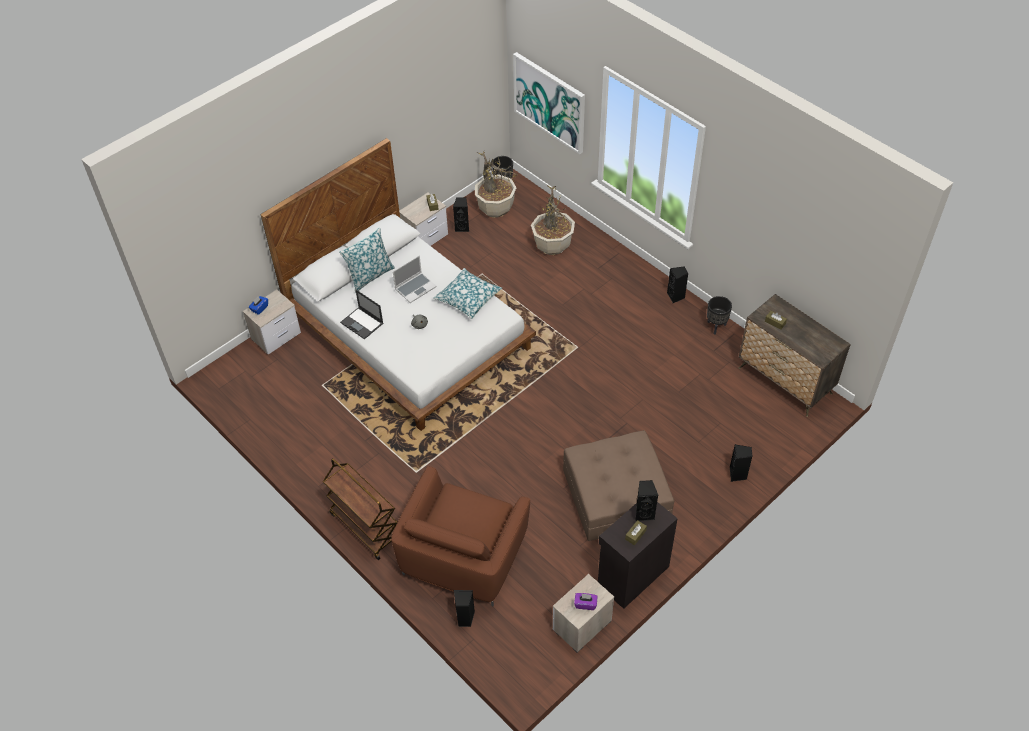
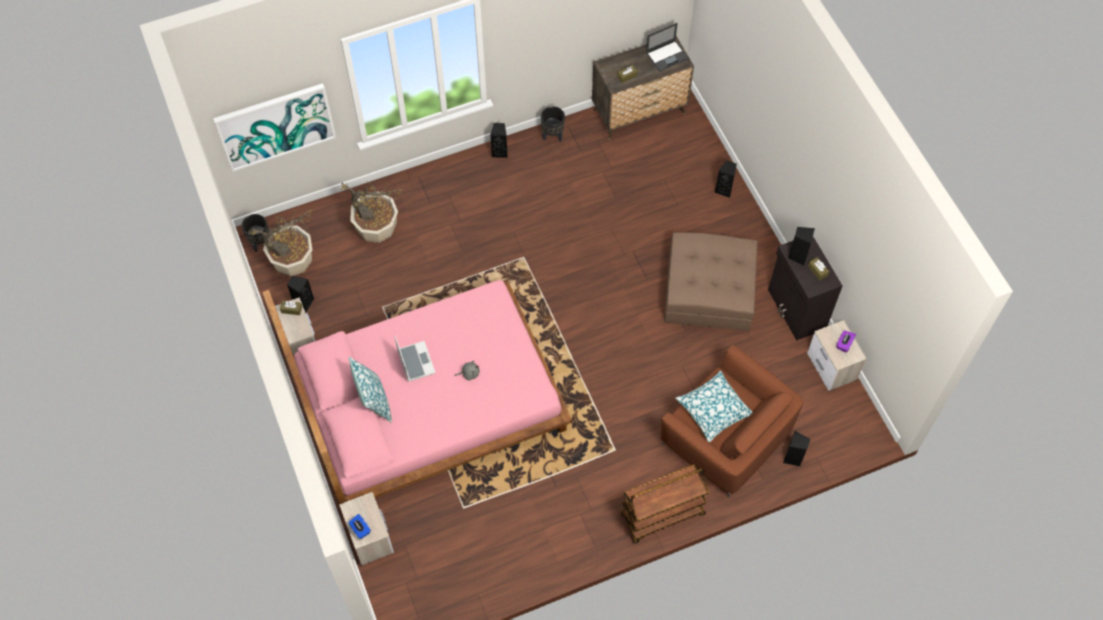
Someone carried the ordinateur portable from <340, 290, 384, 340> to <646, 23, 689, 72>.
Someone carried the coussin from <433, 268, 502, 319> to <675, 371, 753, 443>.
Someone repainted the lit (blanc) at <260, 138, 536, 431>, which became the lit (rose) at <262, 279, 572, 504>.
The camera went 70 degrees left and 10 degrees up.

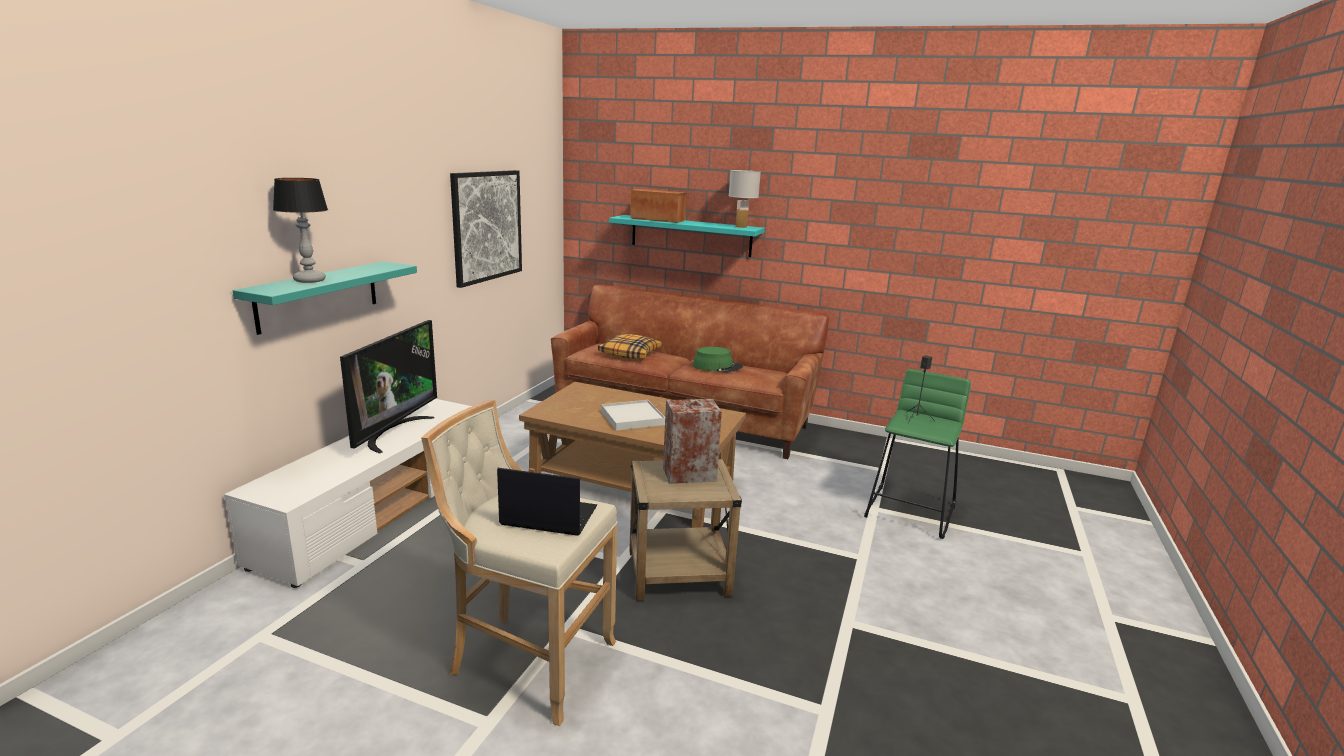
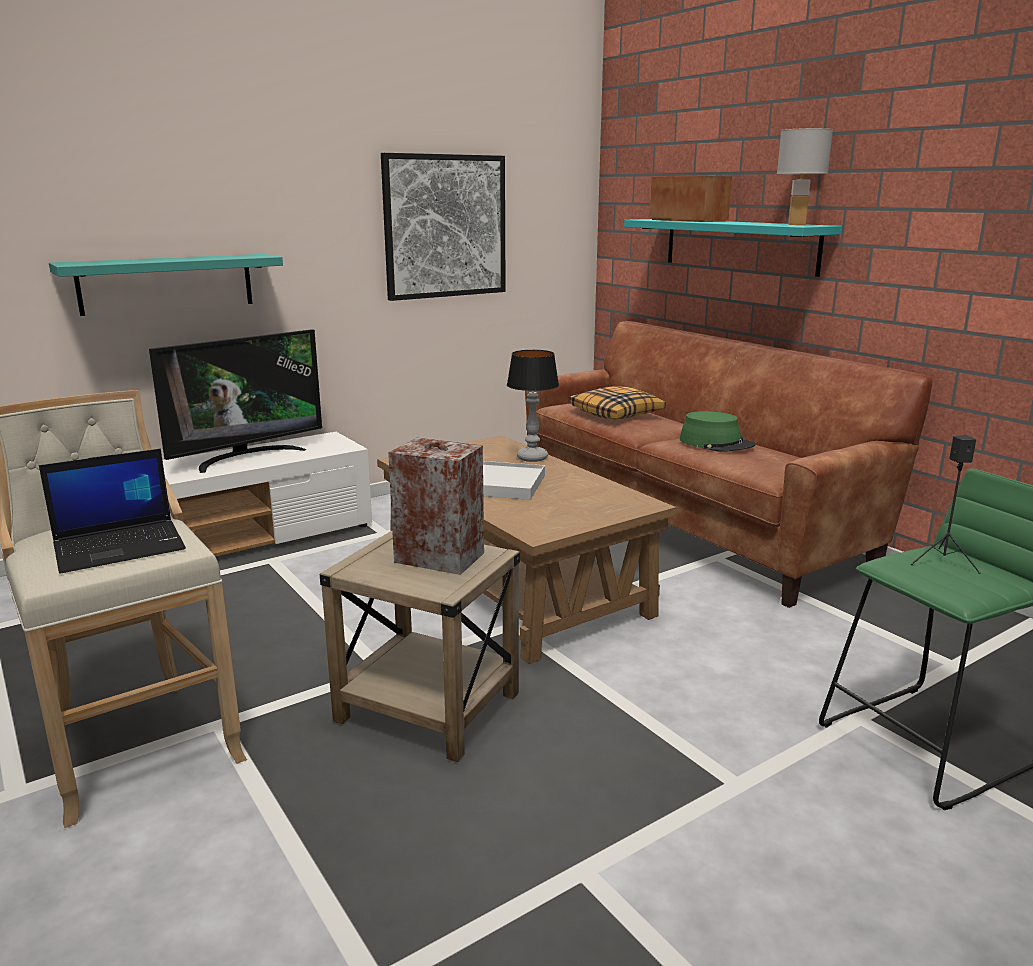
Someone carried the lampe de table from <273, 178, 328, 283> to <507, 350, 559, 462>.
Someone rotated the ordinateur portable at <497, 468, 597, 536> by 105 degrees clockwise.
The camera went 35 degrees right and 0 degrees up.

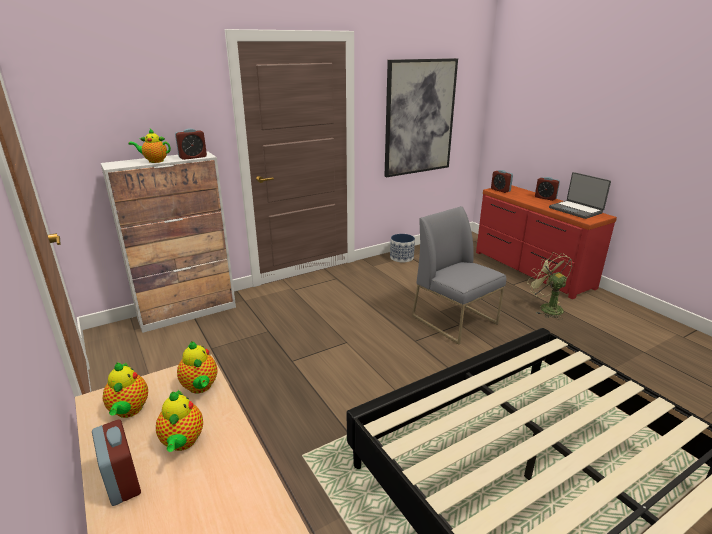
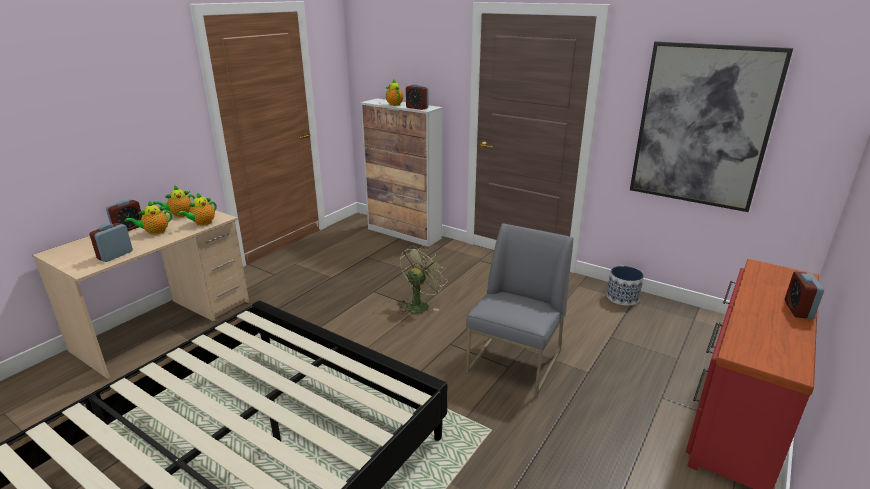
Someone took away the ordinateur portable at <549, 172, 611, 219>.
Someone carried the réveil from <491, 170, 513, 193> to <89, 223, 133, 262>.
Someone carried the ventilateur (vert) from <527, 252, 572, 319> to <397, 245, 448, 314>.
The camera went 65 degrees right and 0 degrees up.

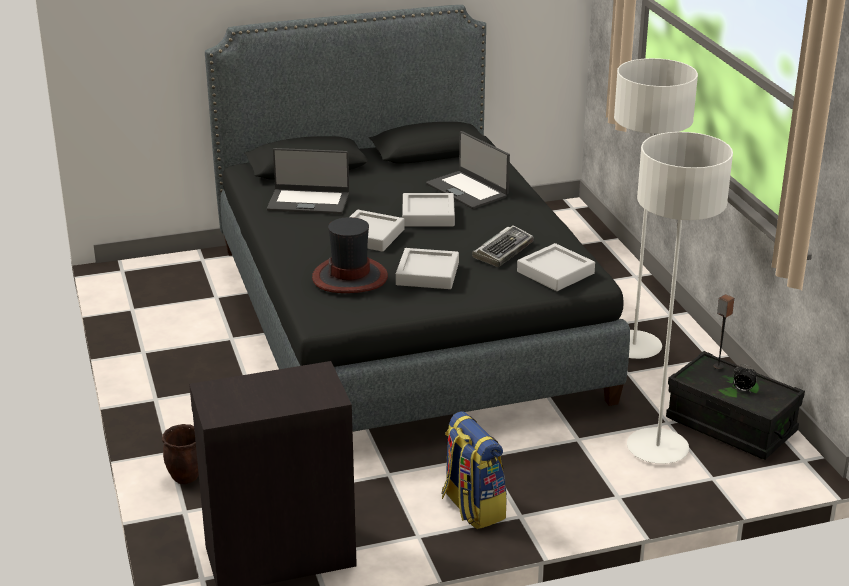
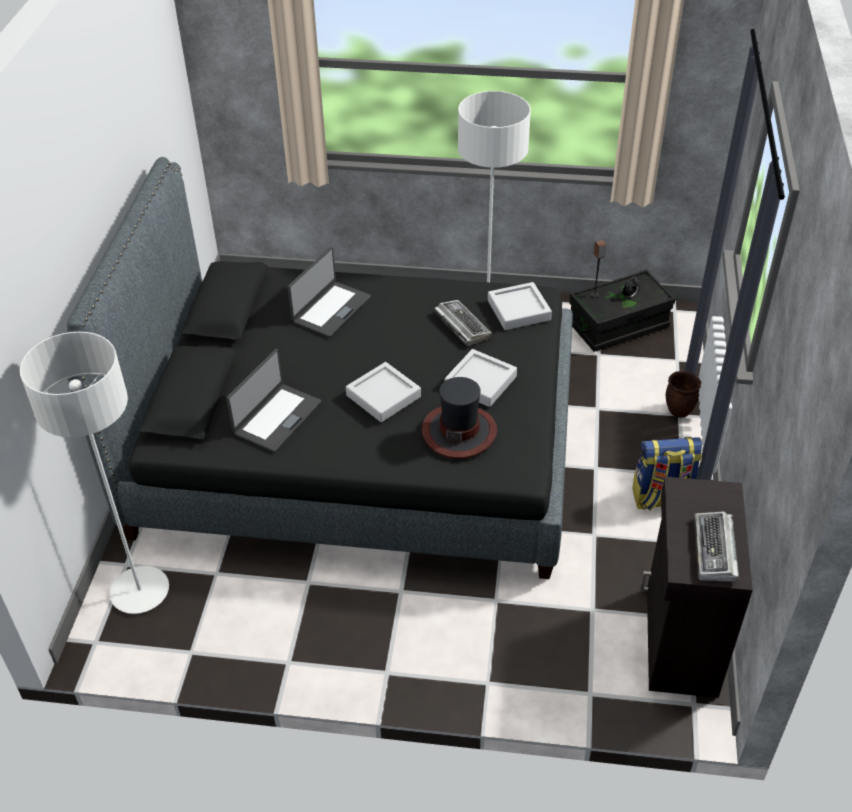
Someone took away the plateau (gris) at <402, 193, 455, 226>.
Someone put down the clavier at <694, 511, 739, 582>.
Someone carried the cache-pot (marron) from <162, 424, 199, 484> to <665, 371, 701, 418>.
Someone carried the lampadaire (blanc) from <627, 132, 733, 464> to <20, 332, 169, 614>.
Someone rotated the ordinateur portable at <426, 131, 510, 209> by 45 degrees counterclockwise.
The camera went 65 degrees left and 15 degrees up.

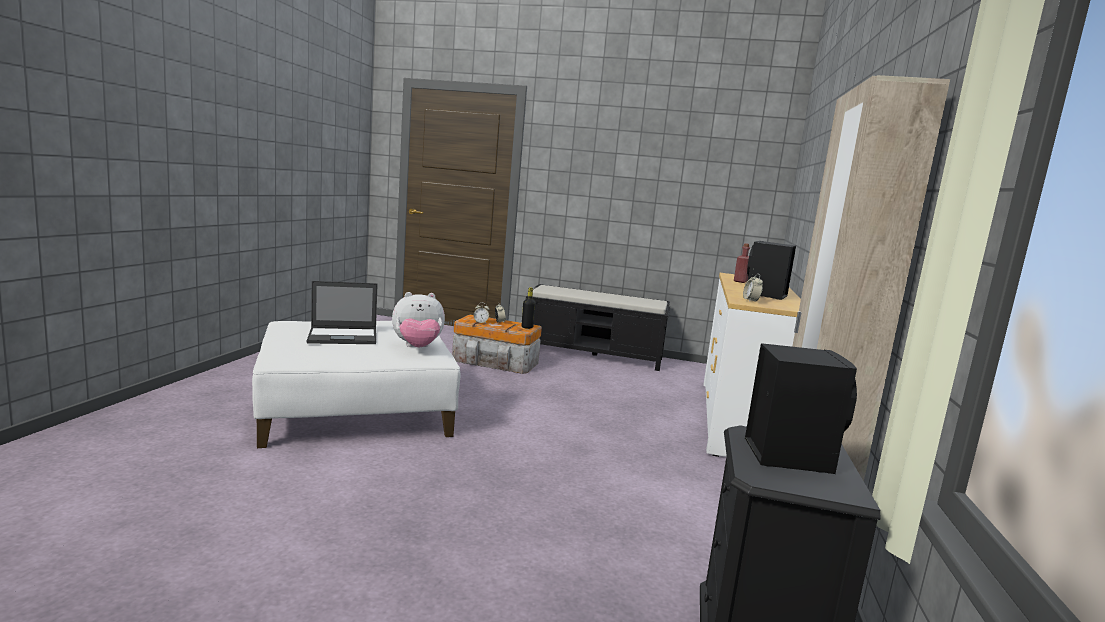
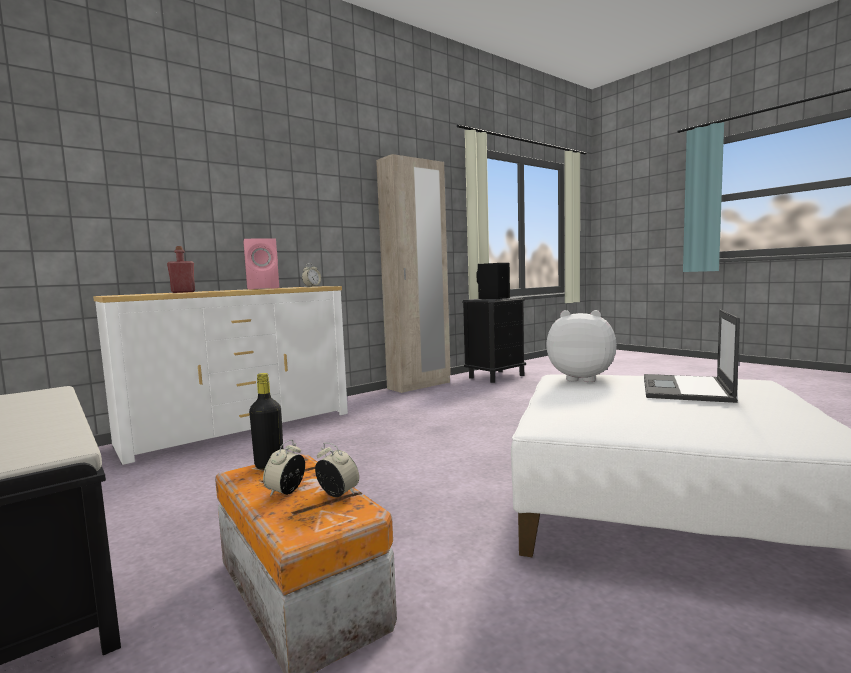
Someone repainted the enceinte (noir) at <747, 241, 796, 300>, which became the enceinte (rose) at <243, 238, 279, 289>.
Someone rotated the ordinateur portable at <307, 281, 378, 344> by 90 degrees counterclockwise.
The camera went 140 degrees left and 5 degrees down.

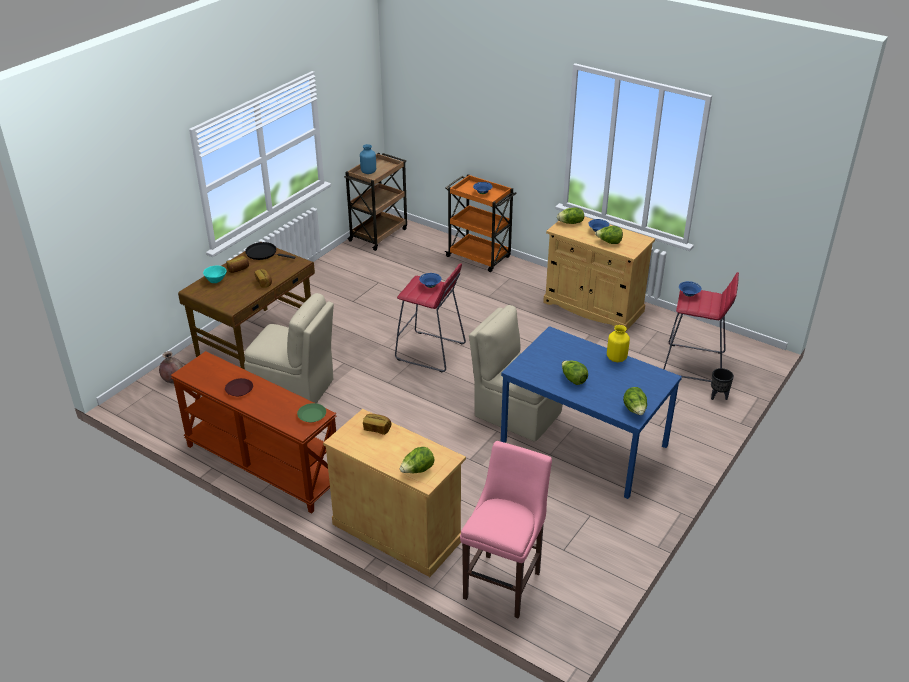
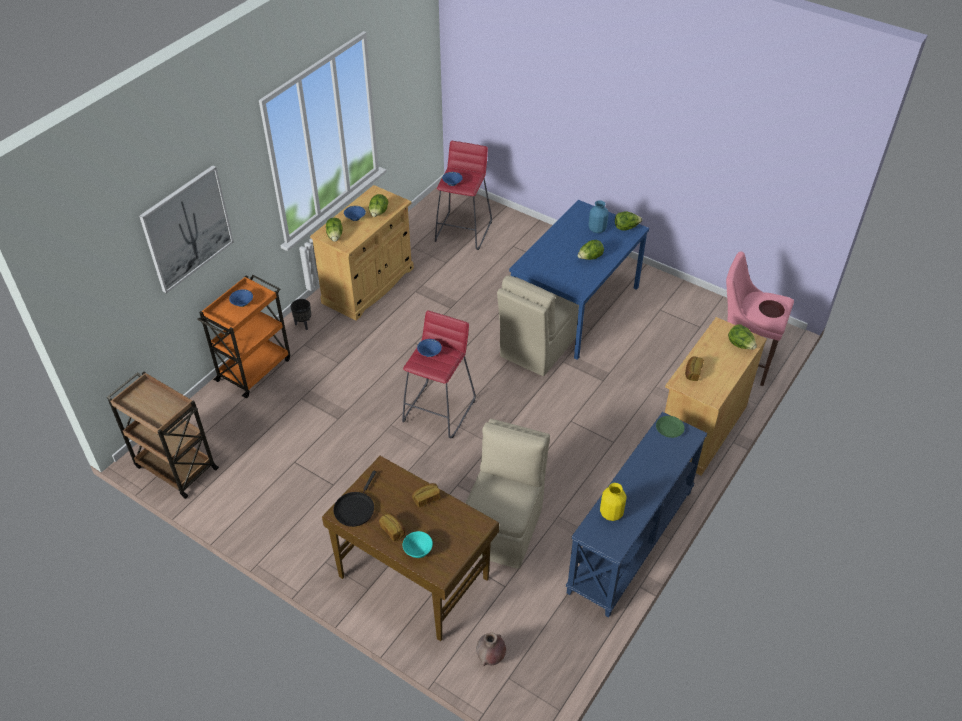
Someone put up the tableau at <139, 165, 234, 293>.
Someone carried the assiette (marron) from <225, 378, 253, 396> to <759, 300, 785, 318>.
Someone carried the vase (bleu) from <360, 144, 376, 174> to <589, 200, 609, 233>.
Someone carried the vase (jaune) from <607, 325, 630, 362> to <600, 483, 626, 521>.
Someone carried the cache-pot (noir) from <711, 368, 734, 400> to <290, 299, 311, 330>.
Someone repainted the table console (marron) at <171, 351, 336, 514>, which became the table console (bleu) at <566, 412, 708, 617>.
The camera went 90 degrees left and 10 degrees up.

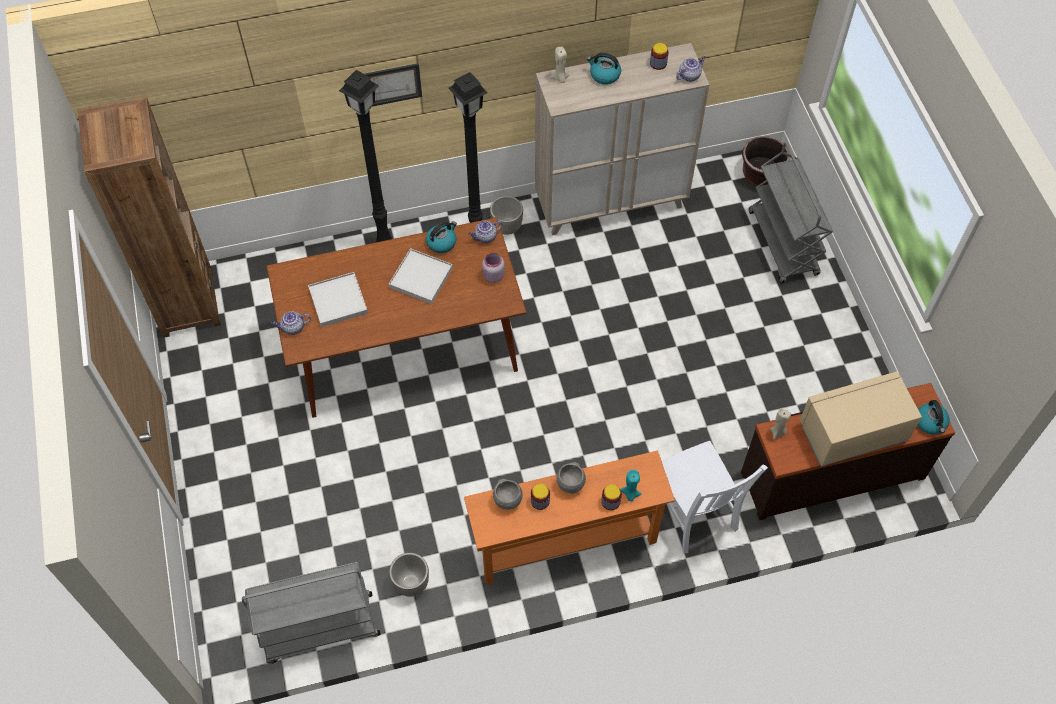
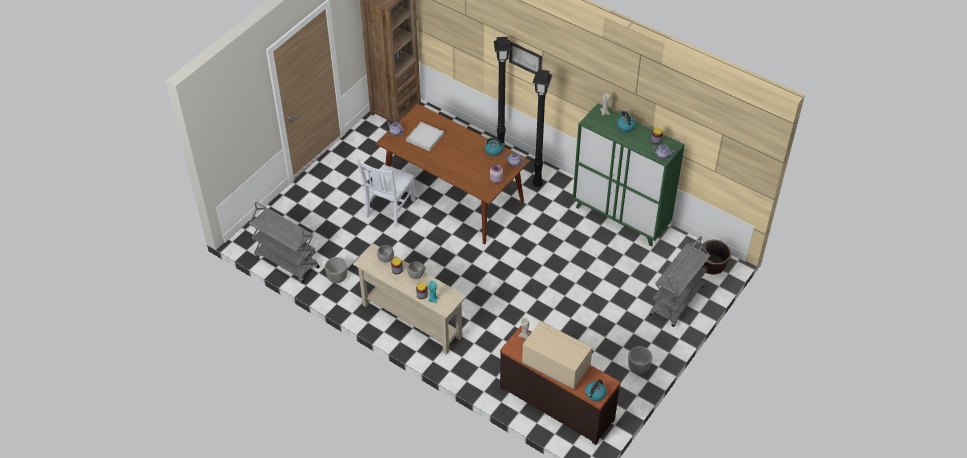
Someone took away the plateau (blanc) at <389, 248, 453, 304>.
Someone carried the cache-pot from <490, 196, 523, 235> to <628, 346, 652, 374>.
Someone carried the chaise (blanc) from <662, 441, 768, 553> to <356, 159, 416, 228>.
Someone repainted the table console (orange) at <464, 451, 675, 585>, which became the table console (beige) at <353, 243, 466, 355>.
Someone repainted the meuble de rangement (beige) at <535, 43, 710, 235>, which became the meuble de rangement (vert) at <573, 103, 685, 247>.
The camera went 50 degrees right and 10 degrees down.

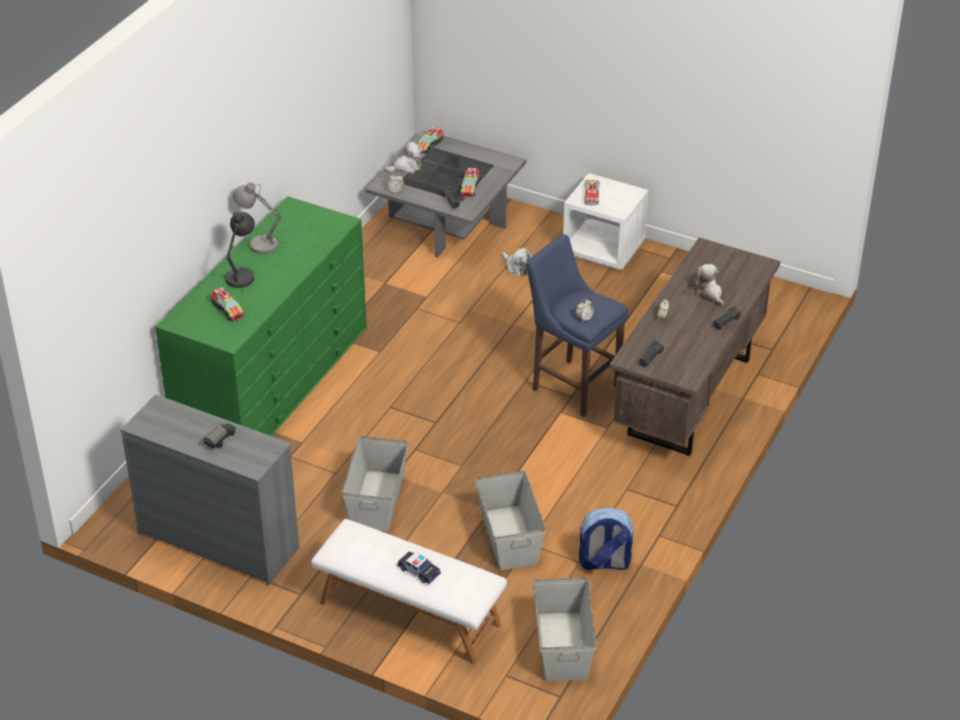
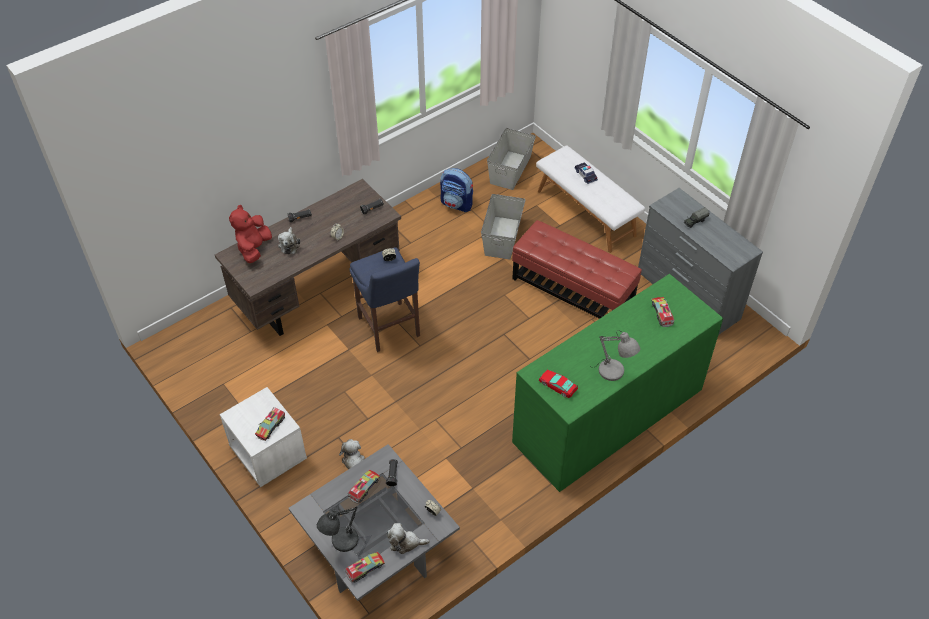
Someone put down the peluche (rouge) at <229, 205, 272, 263>.
Someone put down the petite voiture at <539, 370, 578, 398>.
Someone carried the lampe de table (gris) from <225, 212, 255, 291> to <317, 505, 359, 552>.
Someone swapped the boîte de rangement (gris) at <342, 436, 409, 531> for the pouf (rouge) at <512, 220, 642, 319>.
The camera went 155 degrees left and 10 degrees up.

